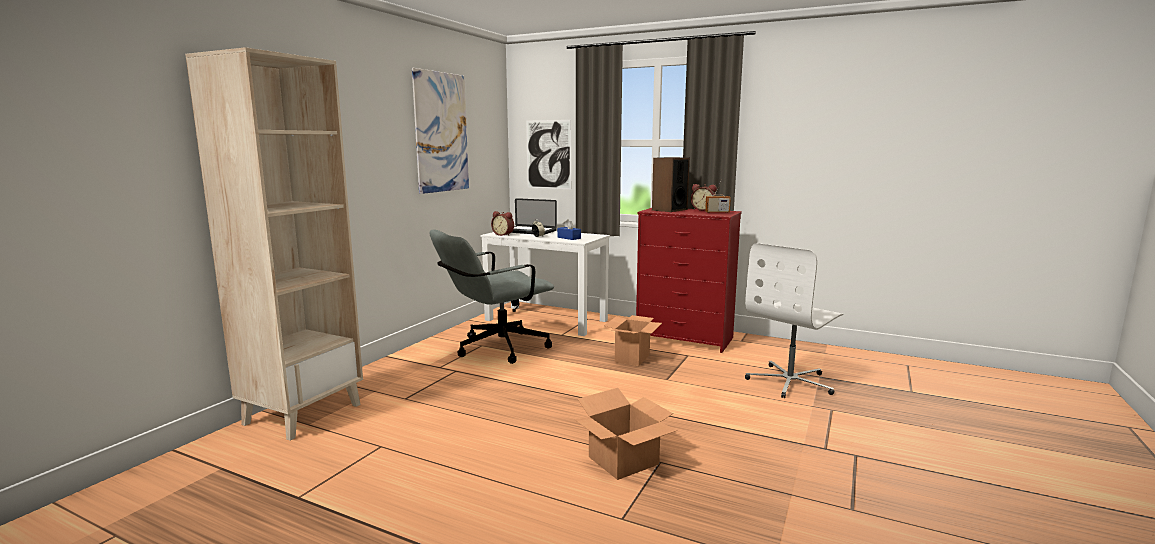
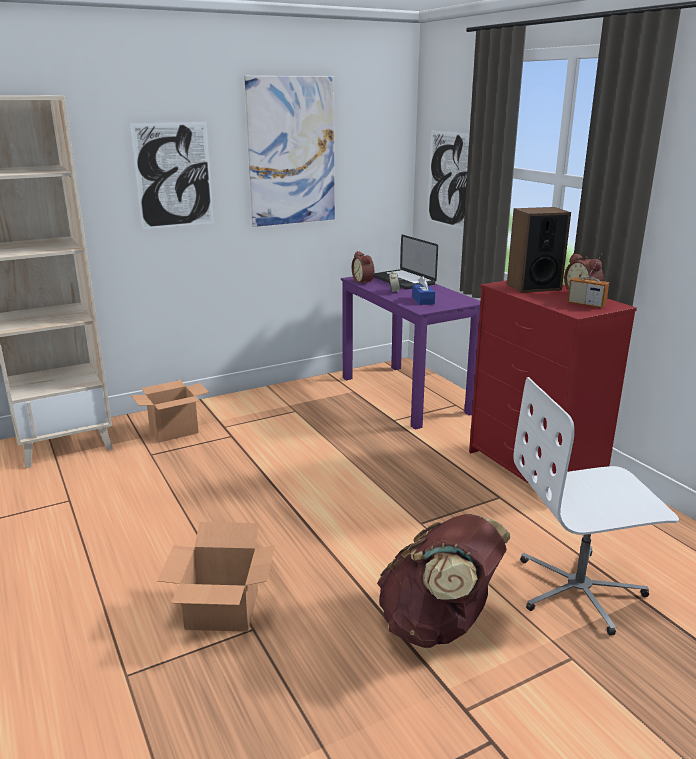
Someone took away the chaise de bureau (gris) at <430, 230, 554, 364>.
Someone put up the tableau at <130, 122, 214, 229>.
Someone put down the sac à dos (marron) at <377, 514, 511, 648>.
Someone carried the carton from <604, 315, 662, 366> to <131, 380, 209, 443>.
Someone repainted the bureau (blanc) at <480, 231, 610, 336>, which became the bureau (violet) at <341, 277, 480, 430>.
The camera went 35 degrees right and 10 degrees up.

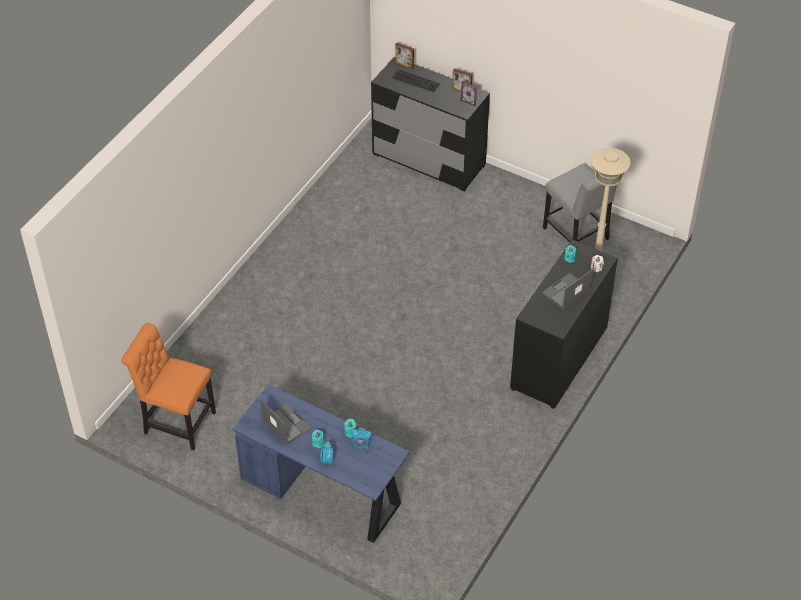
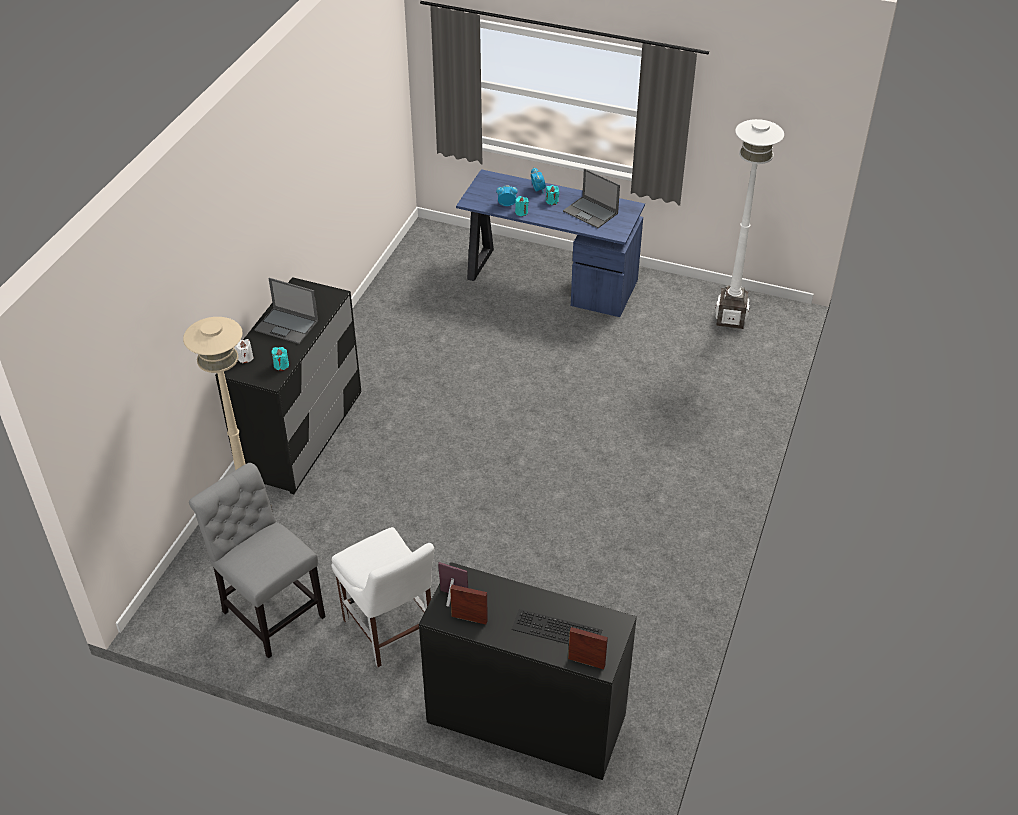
Someone put down the chaise (blanc) at <331, 527, 434, 667>.
Someone swapped the chaise (orange) at <122, 323, 216, 450> for the lampadaire (blanc) at <716, 119, 784, 329>.
Someone rotated the ordinateur portable at <542, 269, 594, 310> by 75 degrees clockwise.
The camera went 170 degrees right and 5 degrees down.

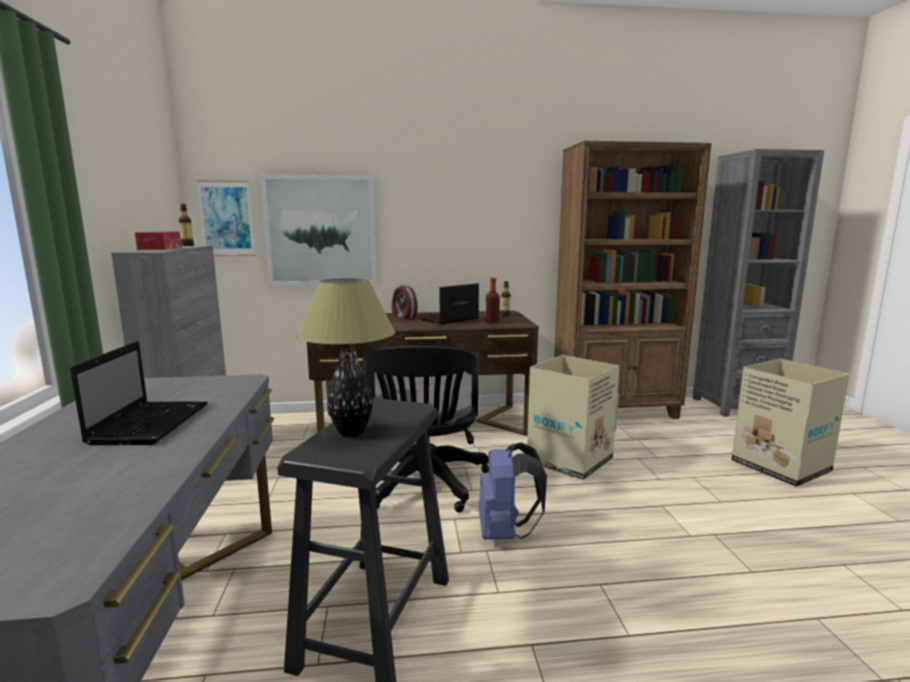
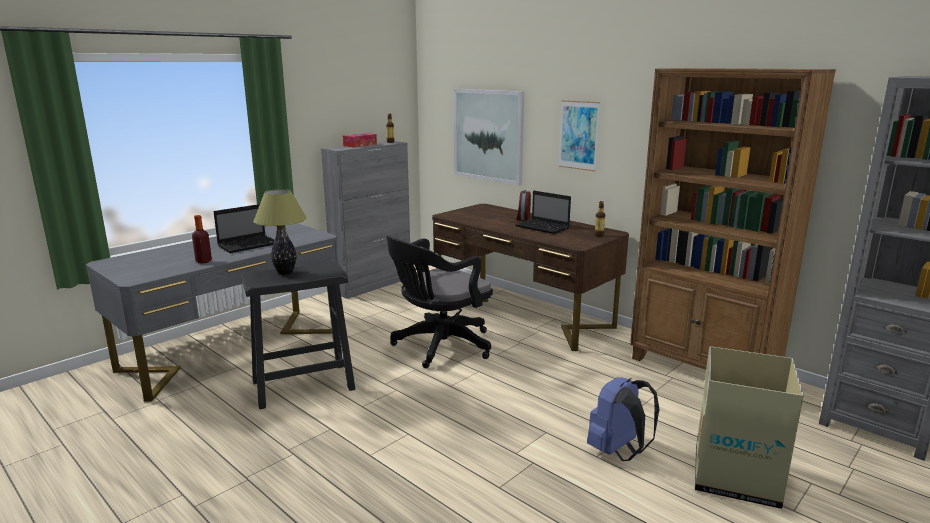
Someone took away the carton at <527, 355, 620, 480>.
Someone carried the tableau from <197, 180, 255, 256> to <558, 100, 600, 172>.
Someone carried the sac à dos (bleu) from <479, 442, 547, 540> to <587, 377, 660, 461>.
Someone carried the bouteille from <486, 278, 500, 323> to <192, 215, 212, 264>.
Someone rotated the ordinateur portable at <420, 283, 479, 324> by 150 degrees counterclockwise.
The camera went 50 degrees right and 5 degrees up.

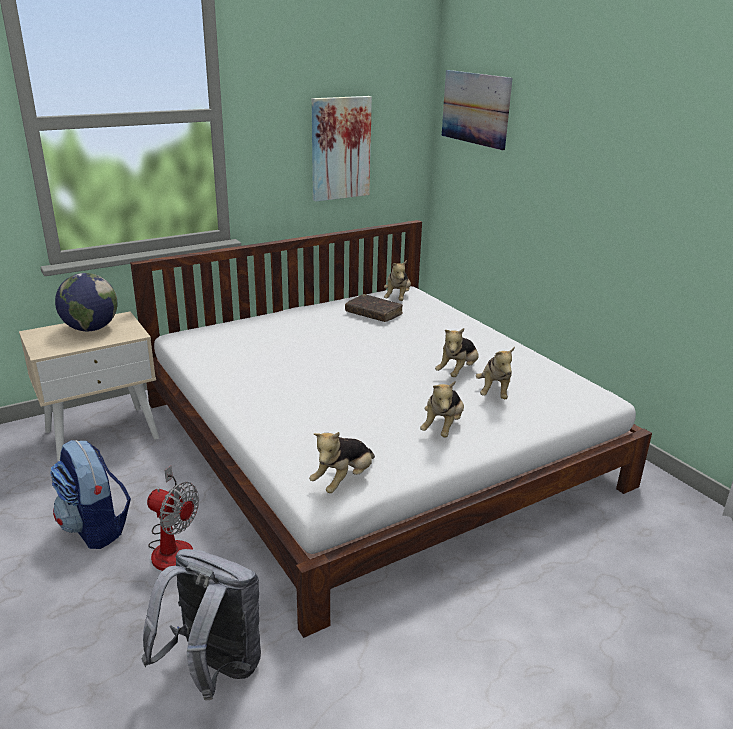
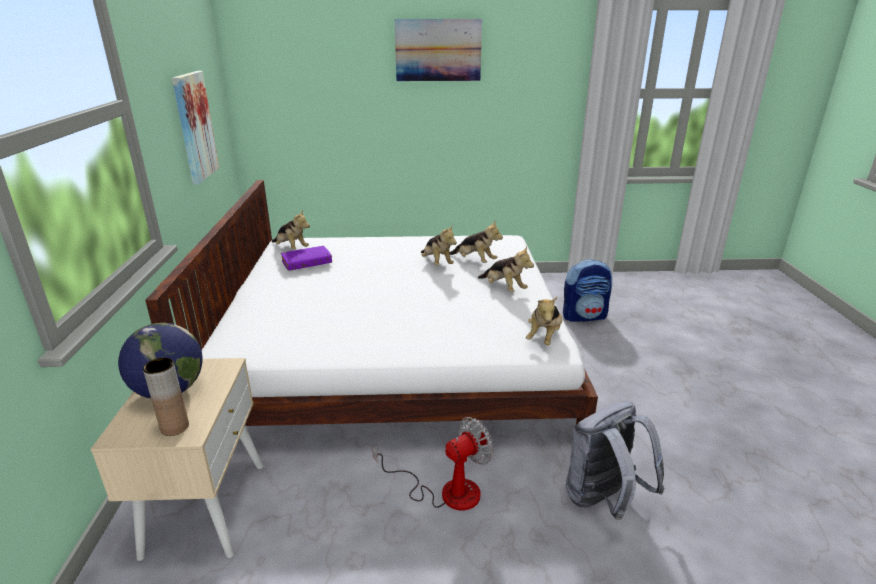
Someone put down the vase (marron) at <143, 358, 189, 436>.
Someone carried the sac à dos from <50, 440, 131, 549> to <563, 259, 612, 322>.
Someone carried the tableau from <442, 70, 513, 150> to <395, 19, 482, 81>.
Someone repainted the livre (marron) at <345, 294, 403, 322>, which became the livre (violet) at <281, 246, 332, 271>.
Someone rotated the peluche at <309, 432, 375, 493> by 45 degrees clockwise.
The camera went 60 degrees left and 0 degrees up.

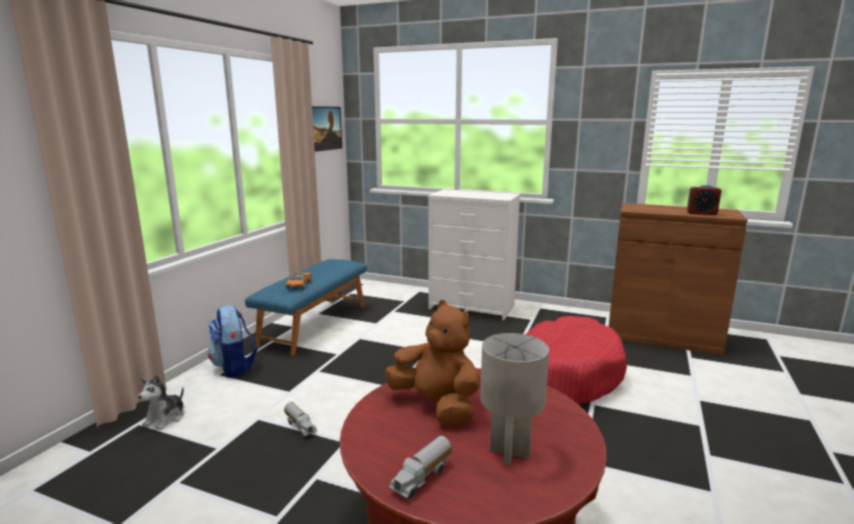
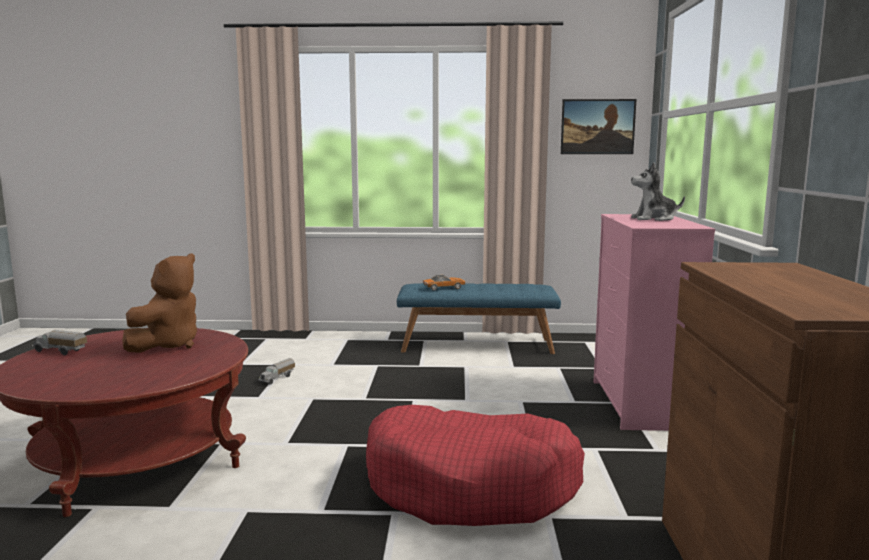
Someone took away the sac à dos at <208, 305, 258, 378>.
Someone took away the lampe de table (gris) at <480, 333, 549, 465>.
Someone took away the réveil at <687, 185, 721, 215>.
Someone carried the peluche from <138, 375, 184, 430> to <631, 162, 685, 221>.
Someone repainted the commode (blanc) at <428, 189, 521, 320>, which became the commode (rose) at <594, 214, 715, 431>.
The camera went 70 degrees right and 5 degrees down.

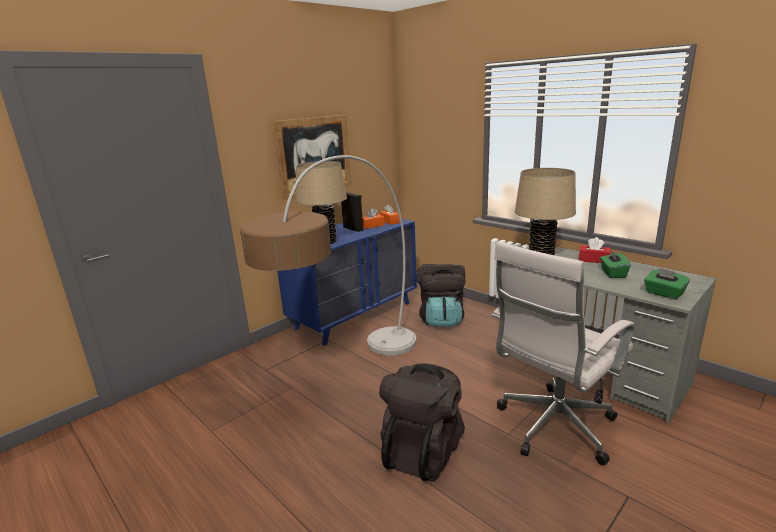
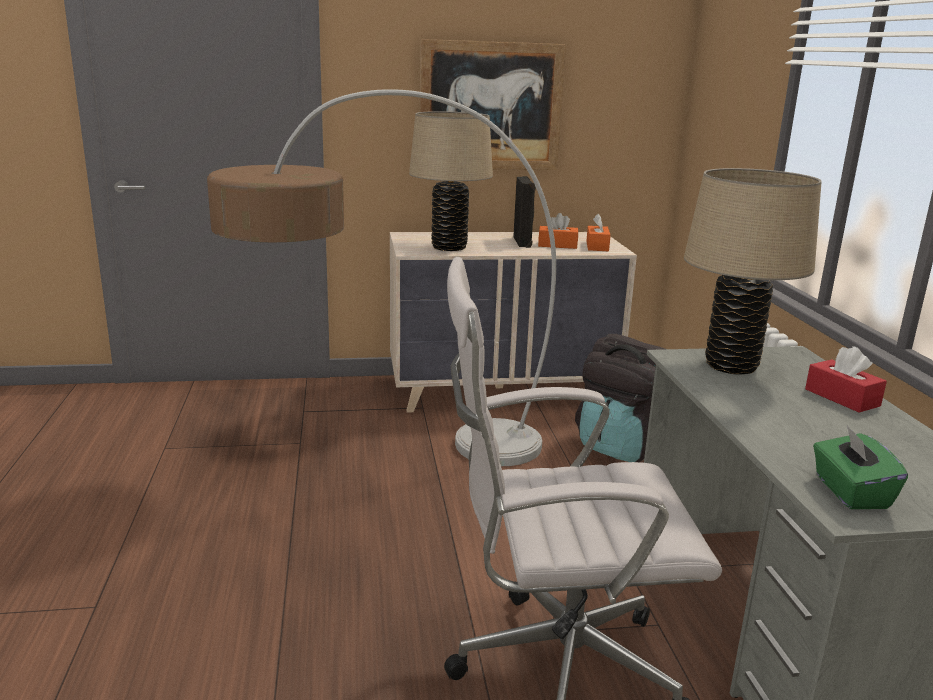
Someone took away the sac à dos (noir) at <379, 363, 465, 481>.
Someone took away the boîte à mouchoirs (vert) at <600, 250, 631, 278>.
Someone repainted the commode (bleu) at <277, 214, 417, 346>, which became the commode (beige) at <390, 232, 637, 413>.
The camera went 35 degrees right and 0 degrees up.

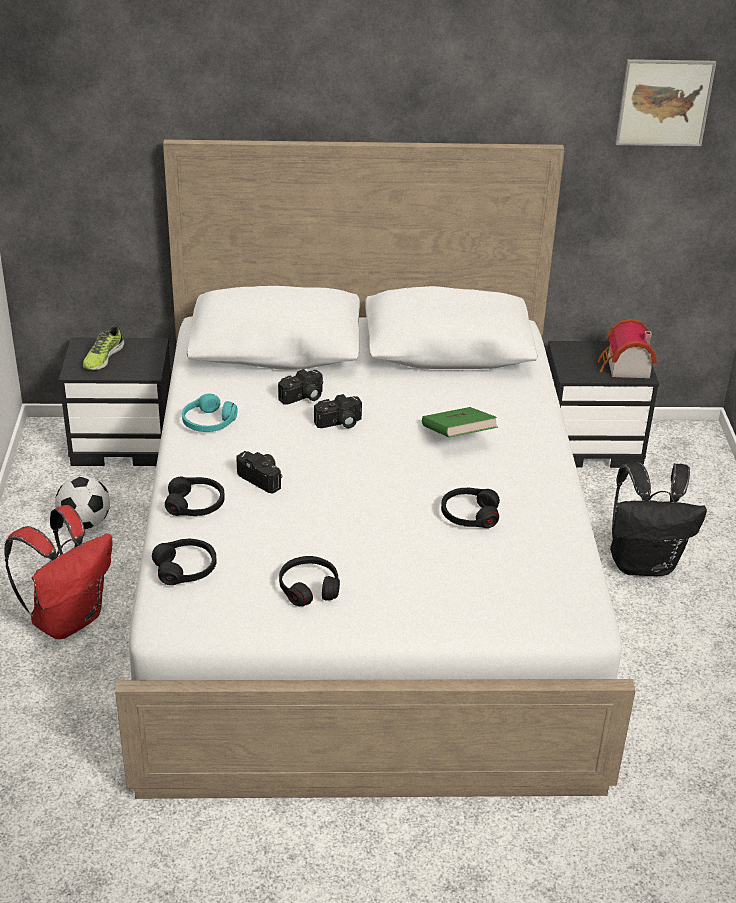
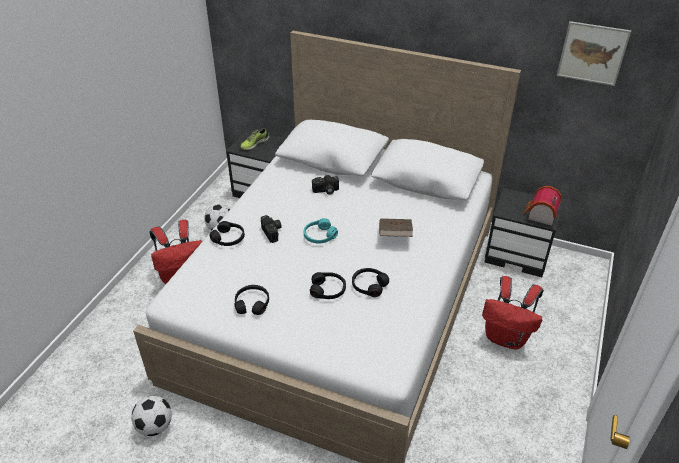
Someone took away the appareil photo at <314, 394, 362, 428>.
Someone put down the ballon de foot at <131, 396, 172, 436>.
Someone carried the casque audio (noir) from <152, 539, 217, 585> to <310, 272, 346, 299>.
Someone carried the casque audio (turquoise) from <182, 393, 237, 432> to <304, 218, 338, 244>.
Someone repainted the livre (vert) at <422, 407, 498, 437>, which became the livre (marron) at <379, 218, 413, 237>.
Someone repainted the sac à dos (noir) at <610, 462, 707, 576>, which became the sac à dos (rouge) at <482, 276, 544, 350>.
The camera went 25 degrees right and 5 degrees up.

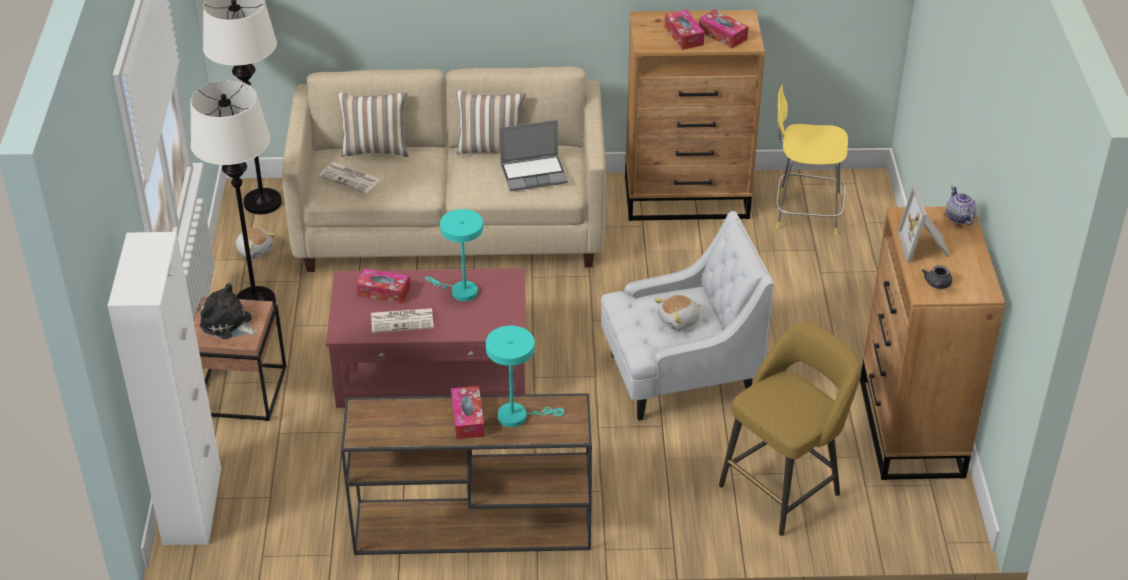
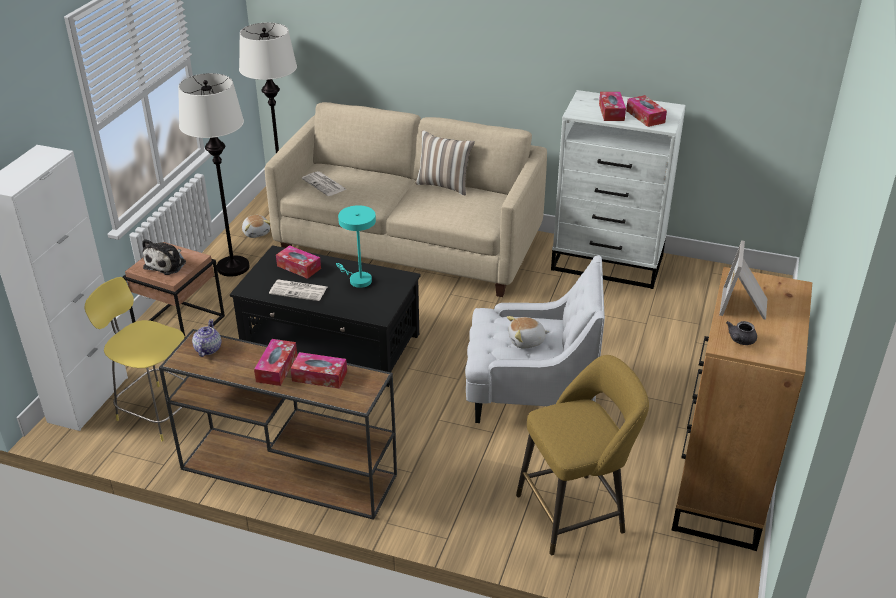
Someone took away the coussin at <337, 92, 409, 157>.
Someone took away the ordinateur portable at <500, 120, 568, 191>.
Someone carried the tabouret (jaune) from <776, 85, 848, 235> to <85, 277, 185, 441>.
Someone carried the théière from <946, 186, 977, 225> to <192, 319, 221, 357>.
Someone swapped the lampe de table (turquoise) at <486, 326, 564, 427> for the boîte à mouchoirs at <290, 352, 347, 389>.
Someone repainted the table basse (rouge) at <326, 268, 526, 408>, which became the table basse (noir) at <230, 245, 421, 387>.
Someone repainted the commode (marron) at <625, 10, 765, 221>, which became the commode (blanc) at <551, 90, 685, 289>.
Someone rotated the peluche at <200, 283, 258, 339> by 120 degrees counterclockwise.
The camera went 20 degrees right and 5 degrees down.

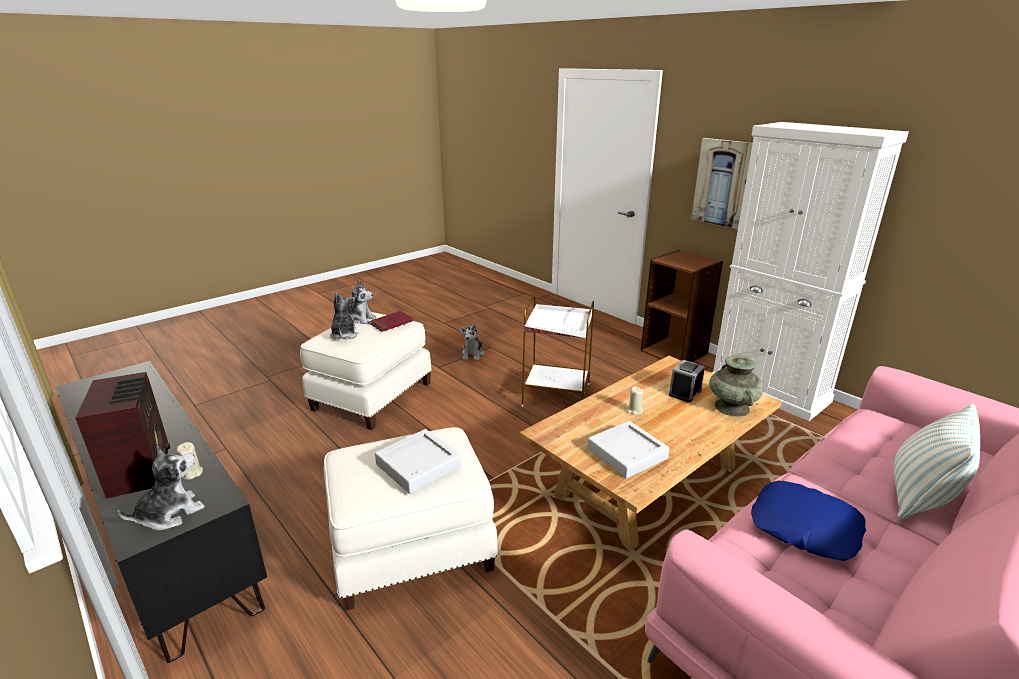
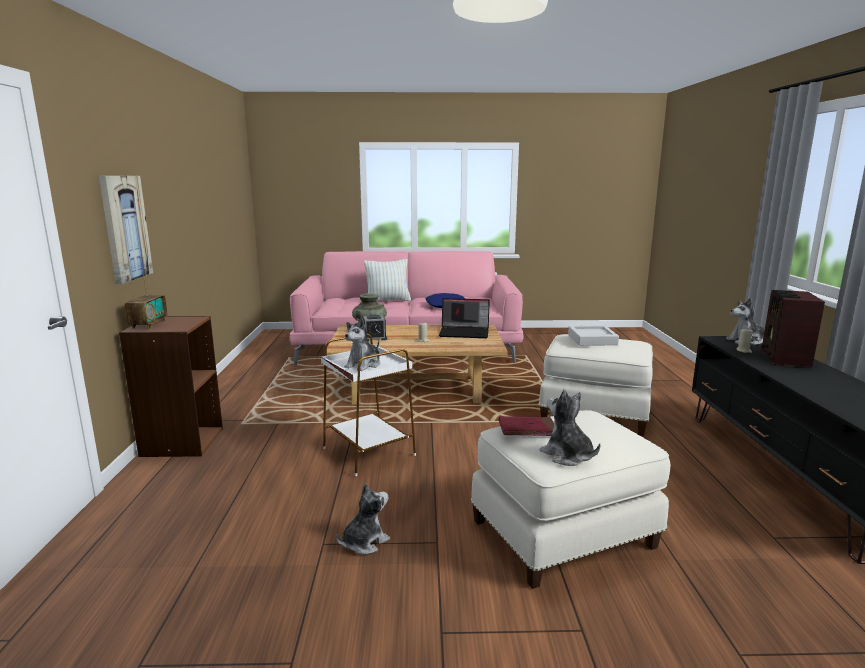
Someone took away the meuble de rangement (blanc) at <712, 122, 909, 421>.
Someone put down the radio at <124, 274, 167, 329>.
Someone carried the peluche from <330, 292, 358, 340> to <344, 318, 380, 371>.
Someone swapped the plateau (gris) at <587, 421, 669, 479> for the ordinateur portable at <439, 298, 490, 338>.
The camera went 140 degrees left and 10 degrees down.

